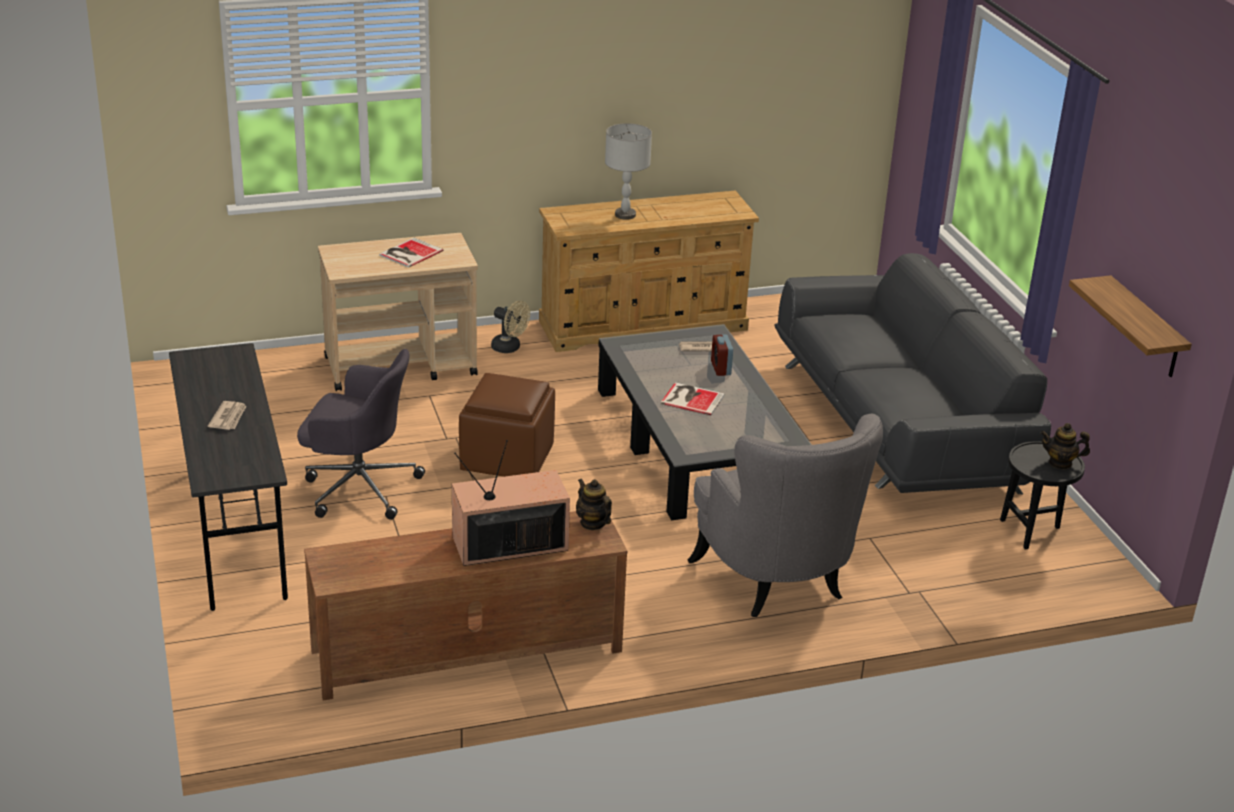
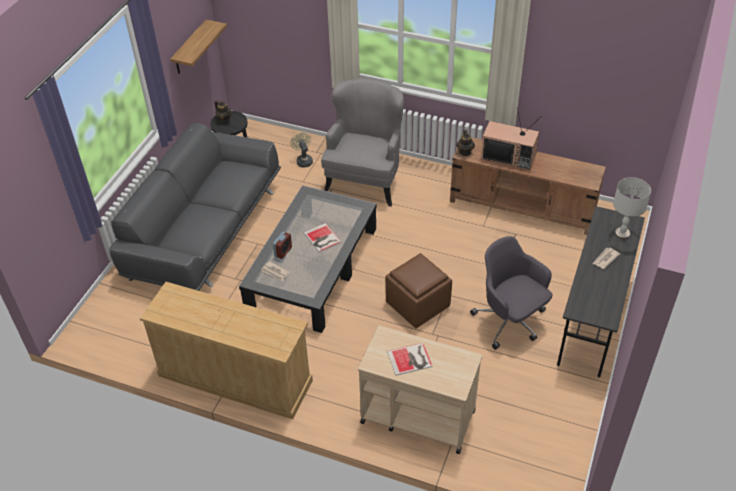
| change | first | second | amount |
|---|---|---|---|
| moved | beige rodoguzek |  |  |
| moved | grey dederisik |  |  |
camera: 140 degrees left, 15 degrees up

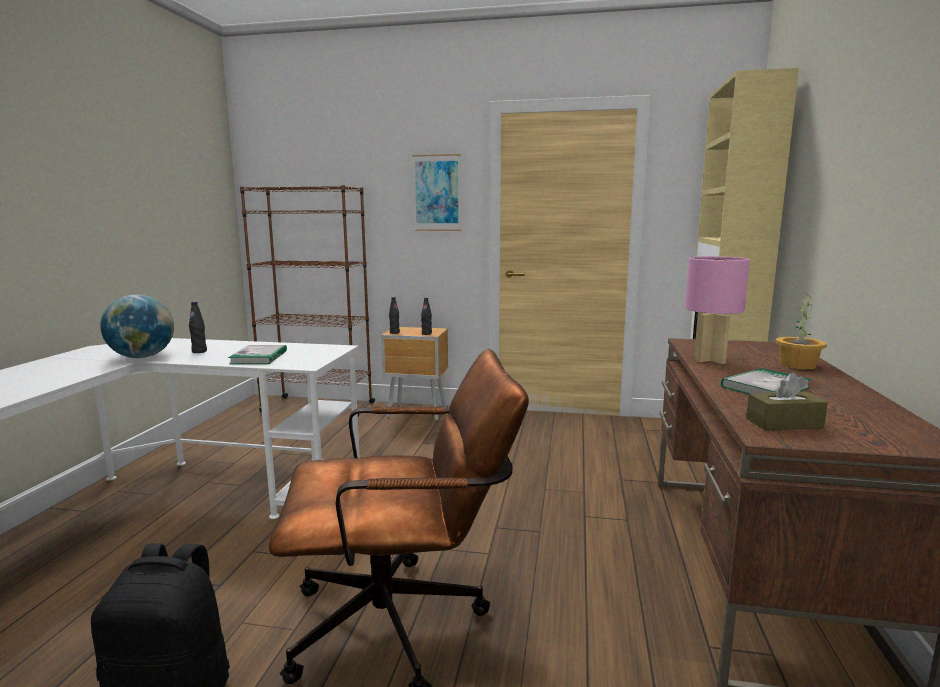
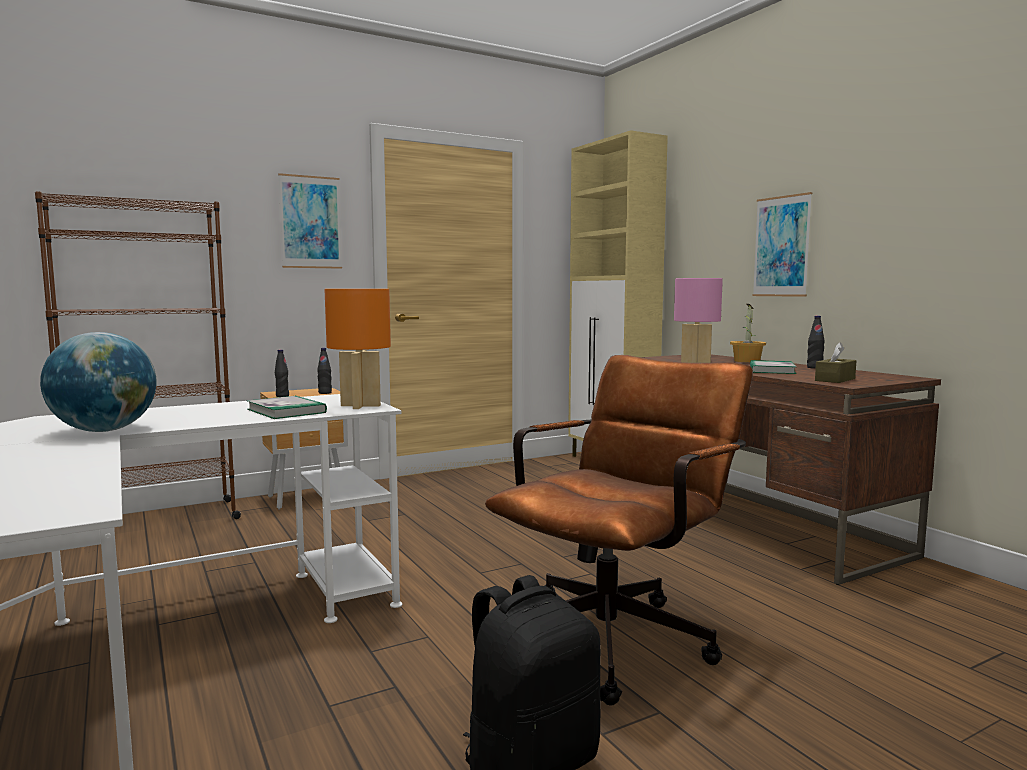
| change | first | second | amount |
|---|---|---|---|
| added |  | orange dederisik |  |
| added |  | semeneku (2nd from left) |  |
| moved | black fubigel (1st from left in the first image) | black fubigel (3rd from left) |  |
camera: 40 degrees left, 5 degrees down

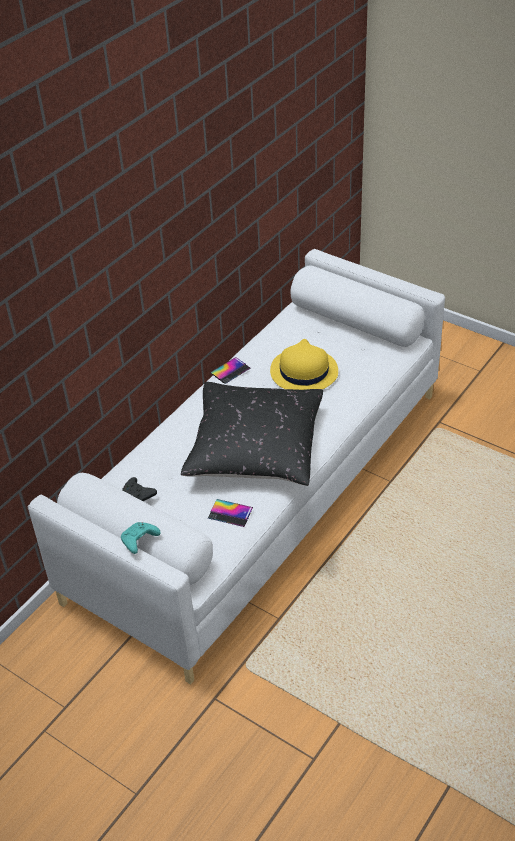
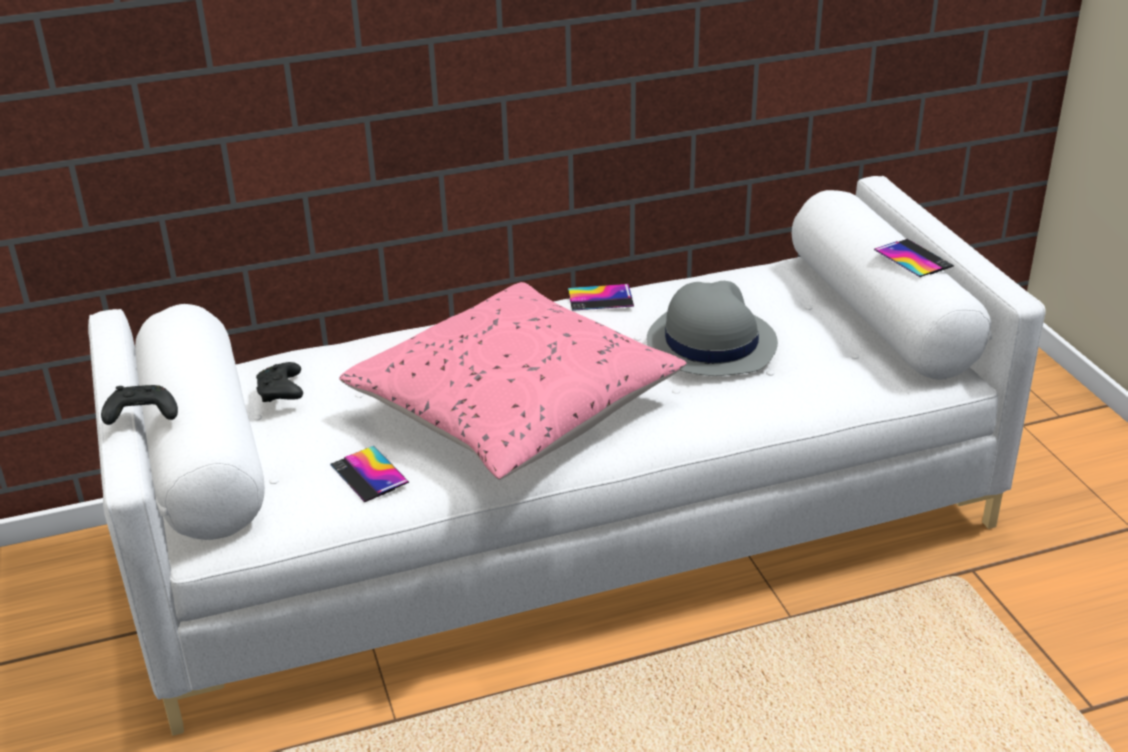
| change | first | second | amount |
|---|---|---|---|
| added |  | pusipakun (3rd from left) |  |
| recoloured | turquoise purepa | black purepa (1st from left) |  |
| recoloured | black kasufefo | pink kasufefo |  |
| recoloured | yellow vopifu | grey vopifu |  |
camera: 35 degrees right, 10 degrees down

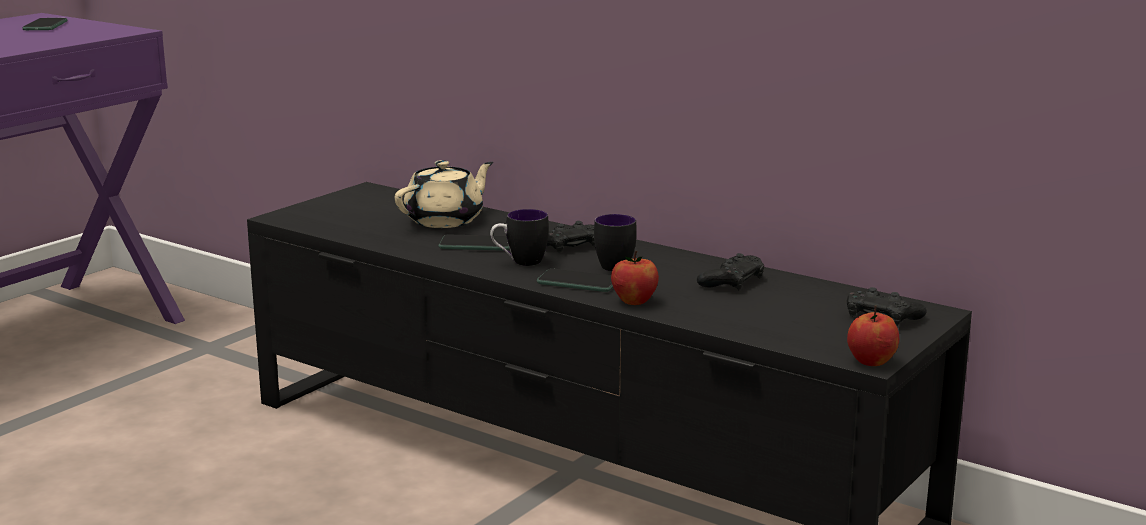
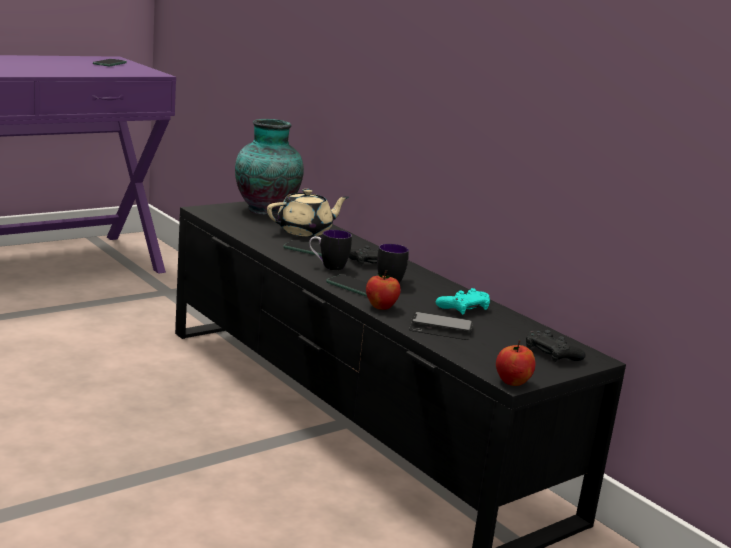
| change | first | second | amount |
|---|---|---|---|
| added |  | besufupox |  |
| added |  | pusipakun (4th from left) |  |
| recoloured | black purepa (2nd from left) | turquoise purepa |  |
camera: 15 degrees right, 0 degrees up

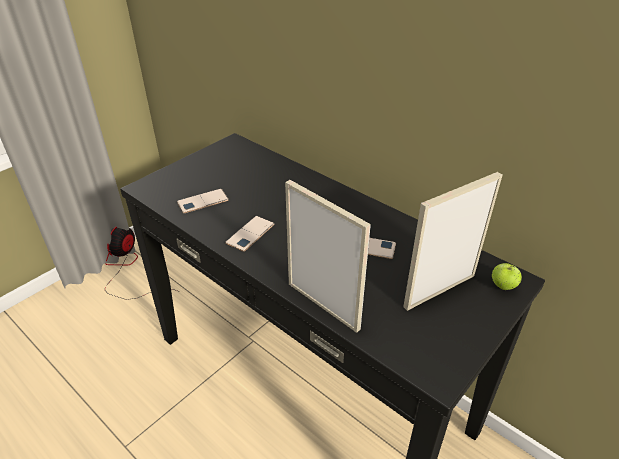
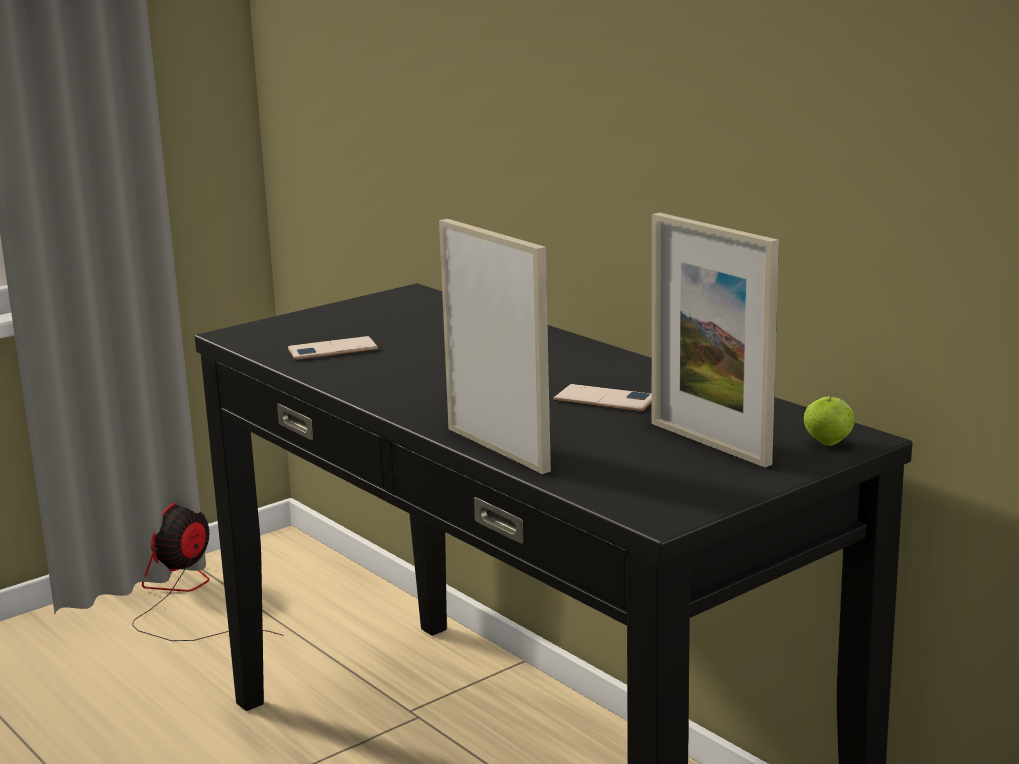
| change | first | second | amount |
|---|---|---|---|
| removed | pusipakun (2nd from left) |  |  |
| turned | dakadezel (2nd from left) |  | 105 degrees counterclockwise |
camera: 10 degrees right, 20 degrees down

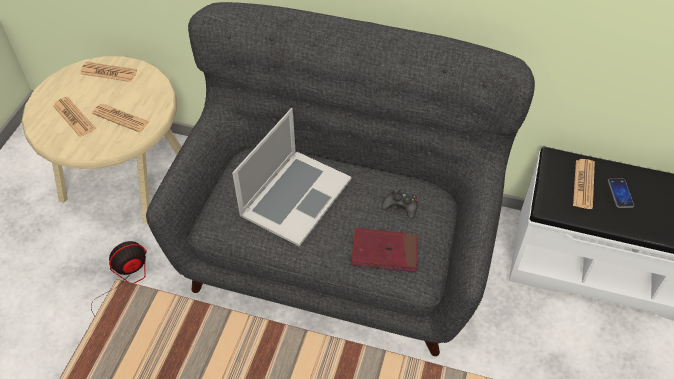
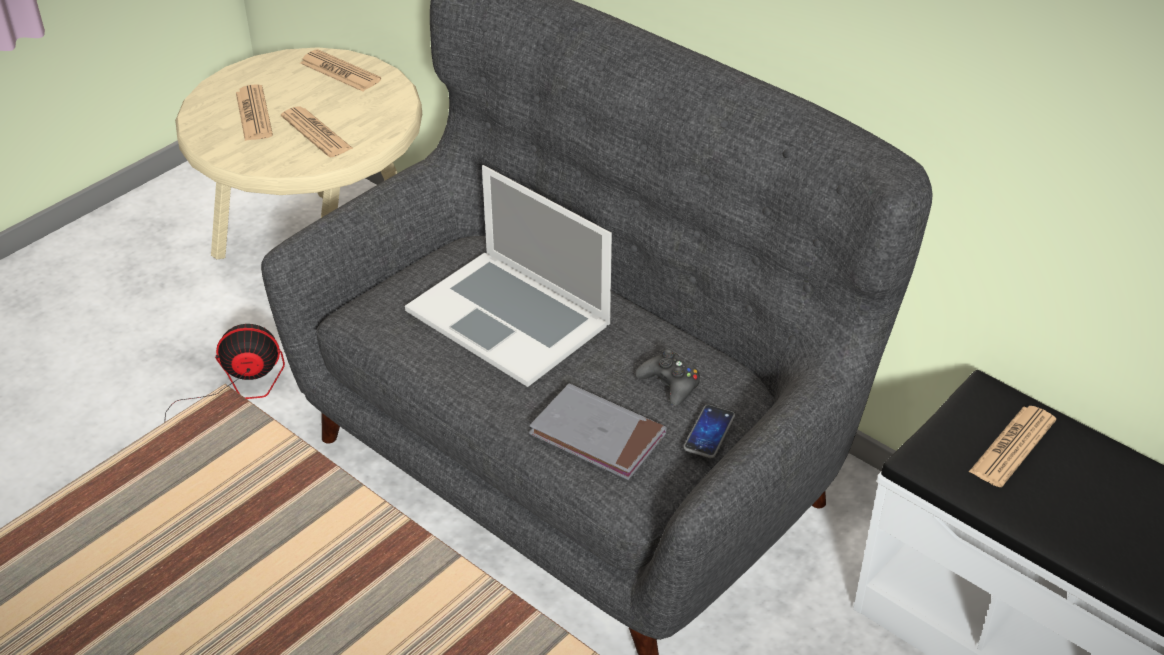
| change | first | second | amount |
|---|---|---|---|
| moved | pusipakun |  |  |
| recoloured | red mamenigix | grey mamenigix |  |
| turned | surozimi |  | 75 degrees clockwise |
camera: 25 degrees right, 10 degrees down

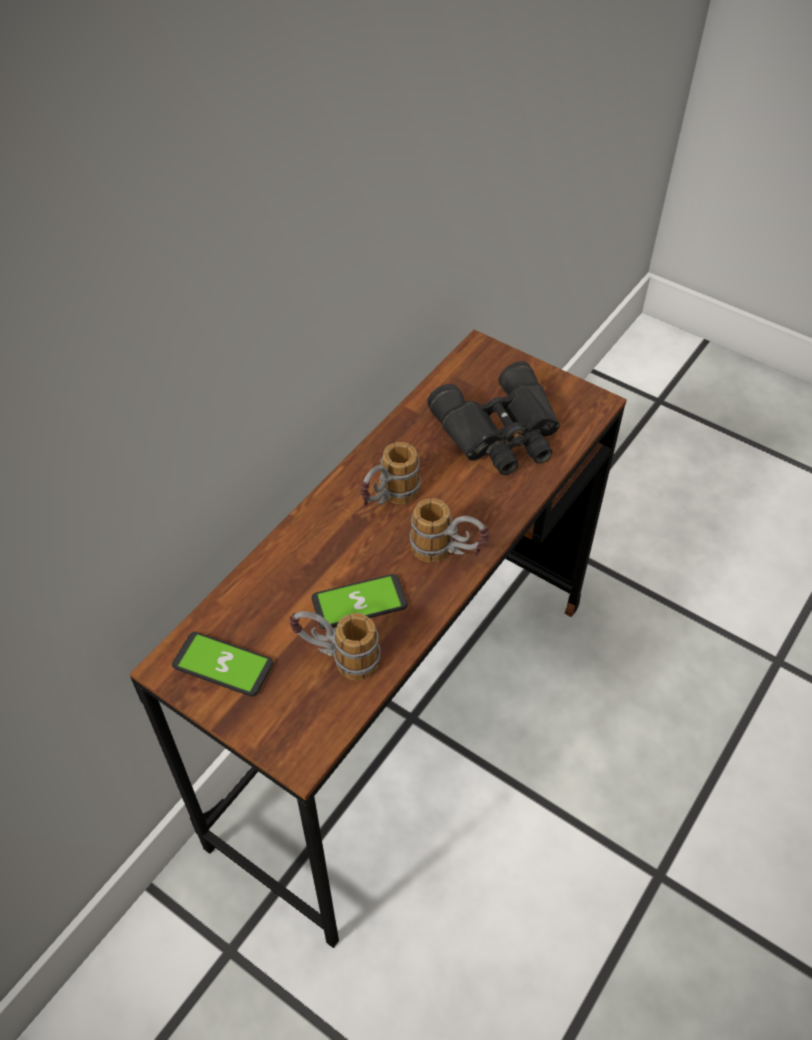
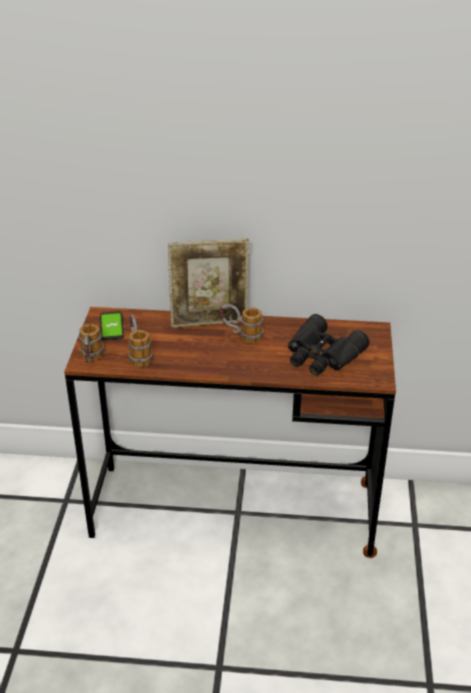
| change | first | second | amount |
|---|---|---|---|
| removed | pusipakun (2nd from left) |  |  |
| added |  | dakadezel |  |
| moved | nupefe (3rd from left in the first image) | nupefe (1st from left) |  |
camera: 60 degrees right, 15 degrees down

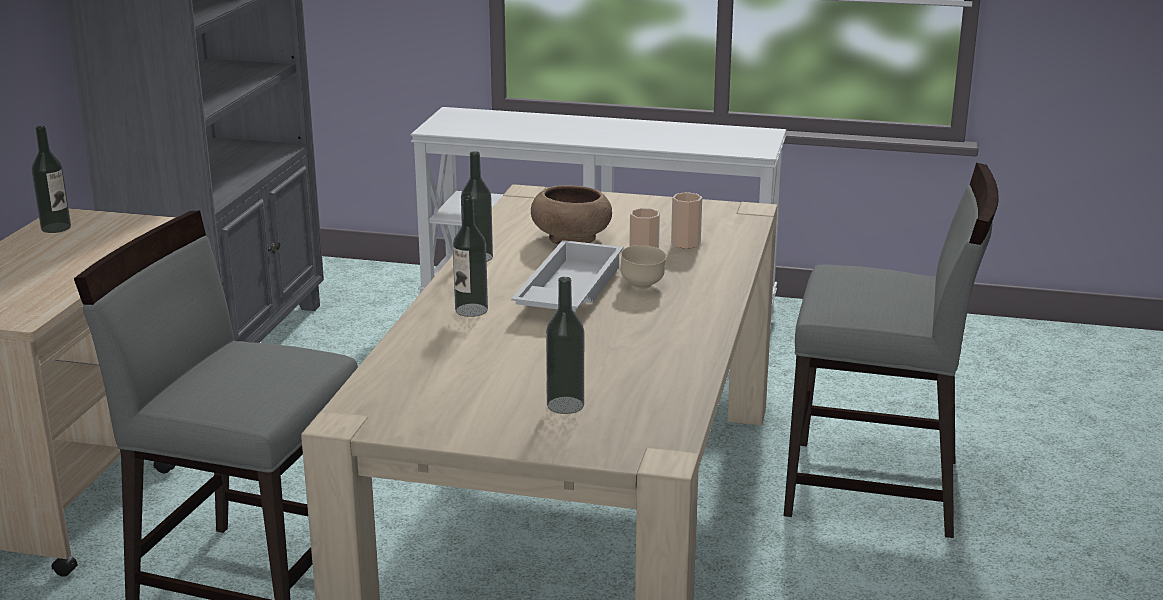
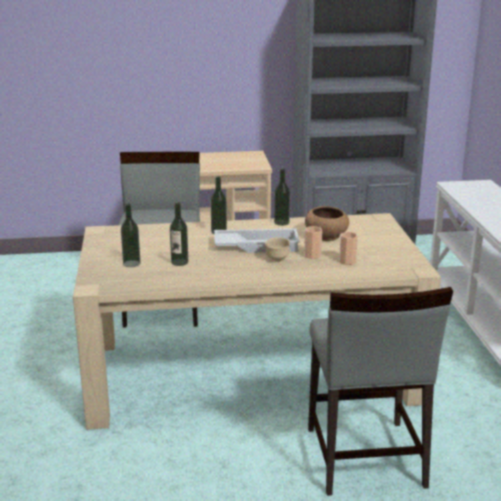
| change | first | second | amount |
|---|---|---|---|
| moved | fubigel (1st from left in the first image) | fubigel (2nd from left) |  |
camera: 70 degrees right, 0 degrees up

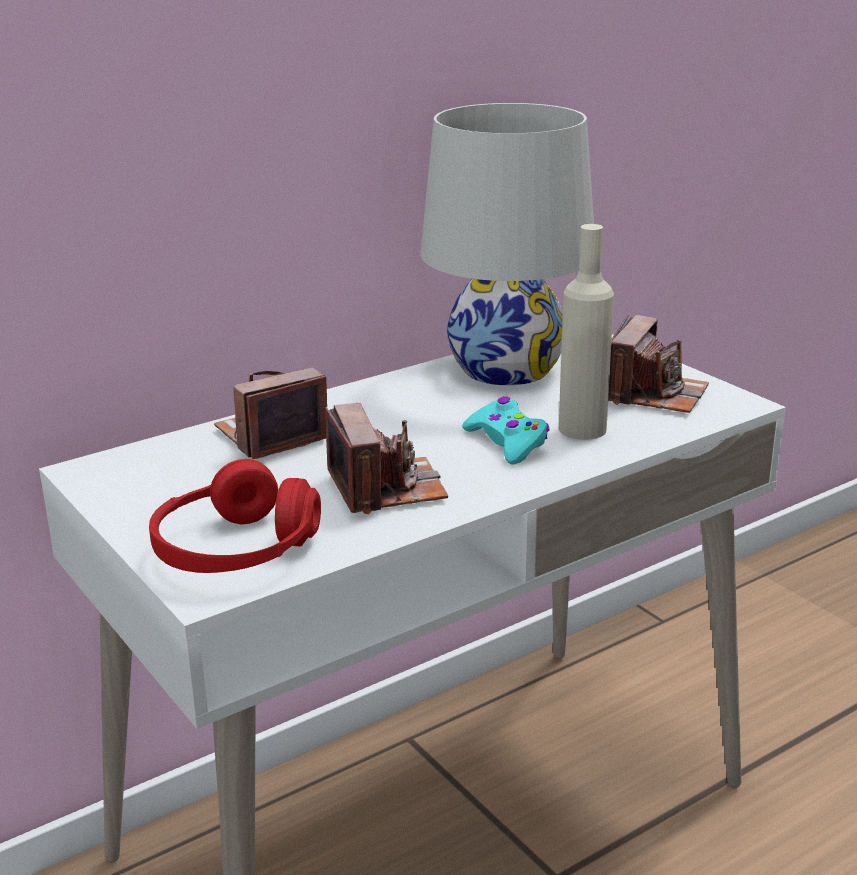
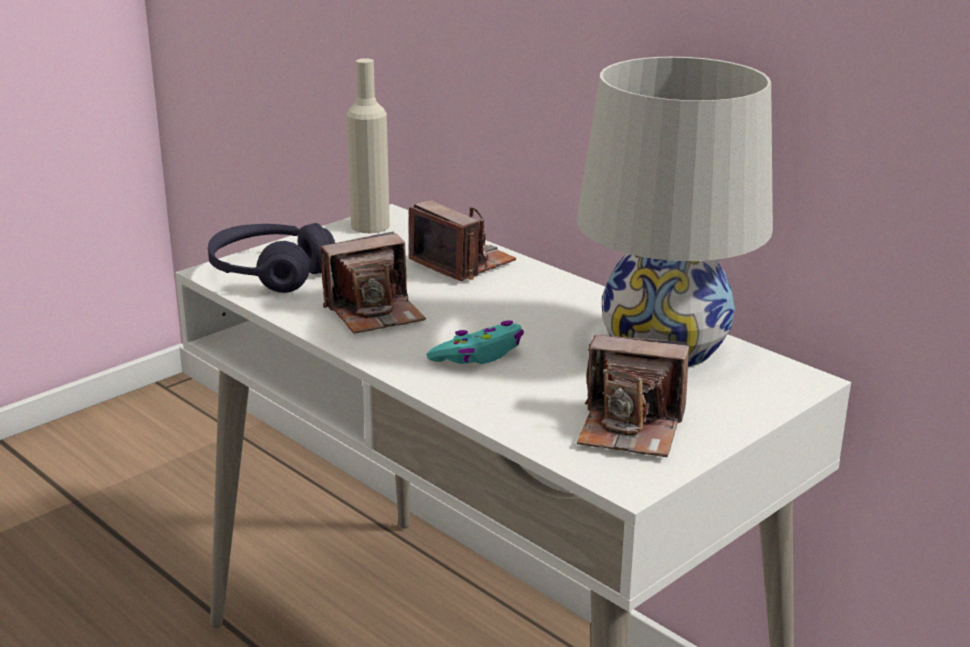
| change | first | second | amount |
|---|---|---|---|
| moved | beige fubigel |  |  |
| recoloured | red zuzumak | purple zuzumak |  |
camera: 80 degrees right, 0 degrees up

